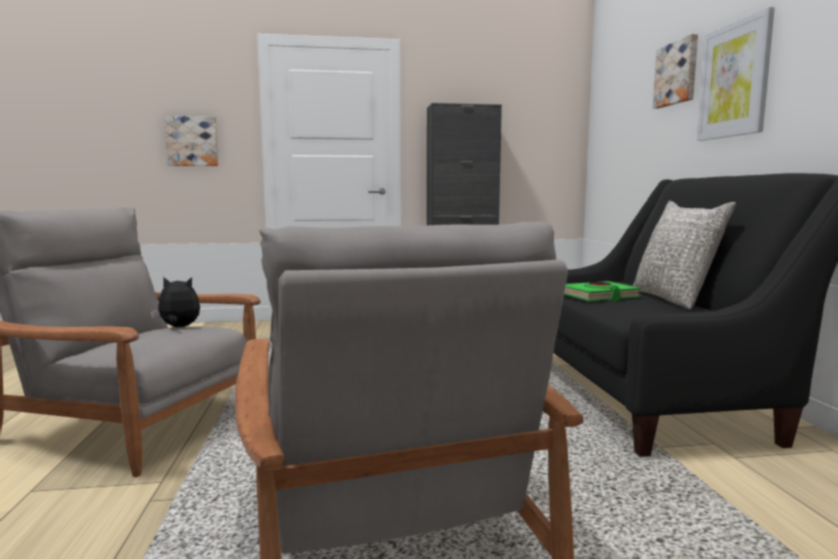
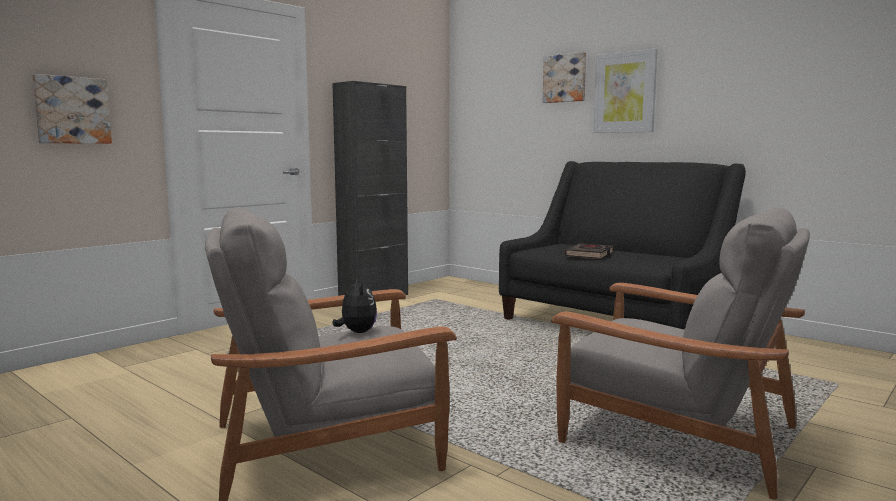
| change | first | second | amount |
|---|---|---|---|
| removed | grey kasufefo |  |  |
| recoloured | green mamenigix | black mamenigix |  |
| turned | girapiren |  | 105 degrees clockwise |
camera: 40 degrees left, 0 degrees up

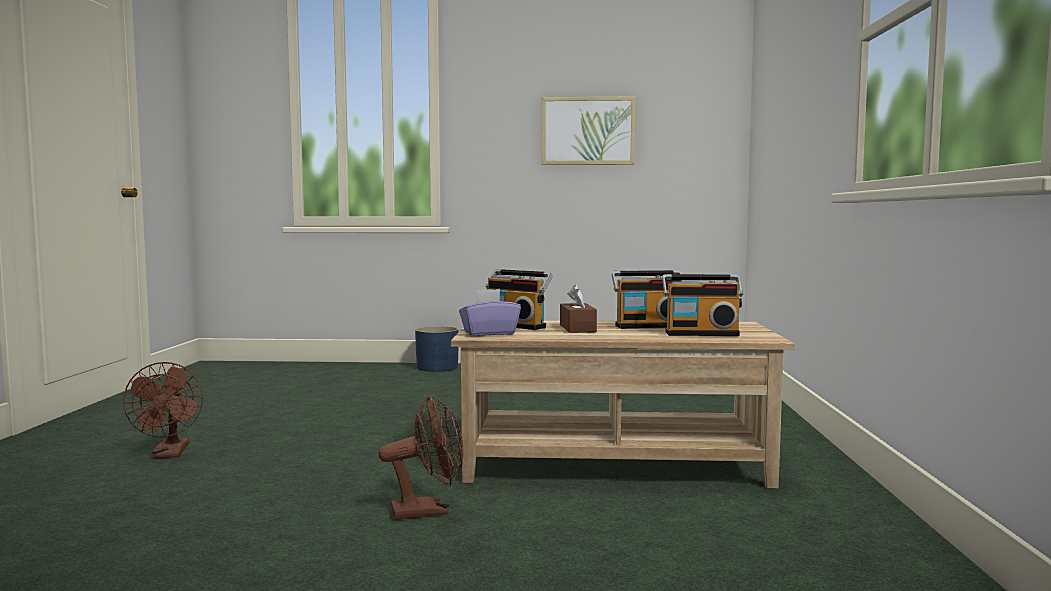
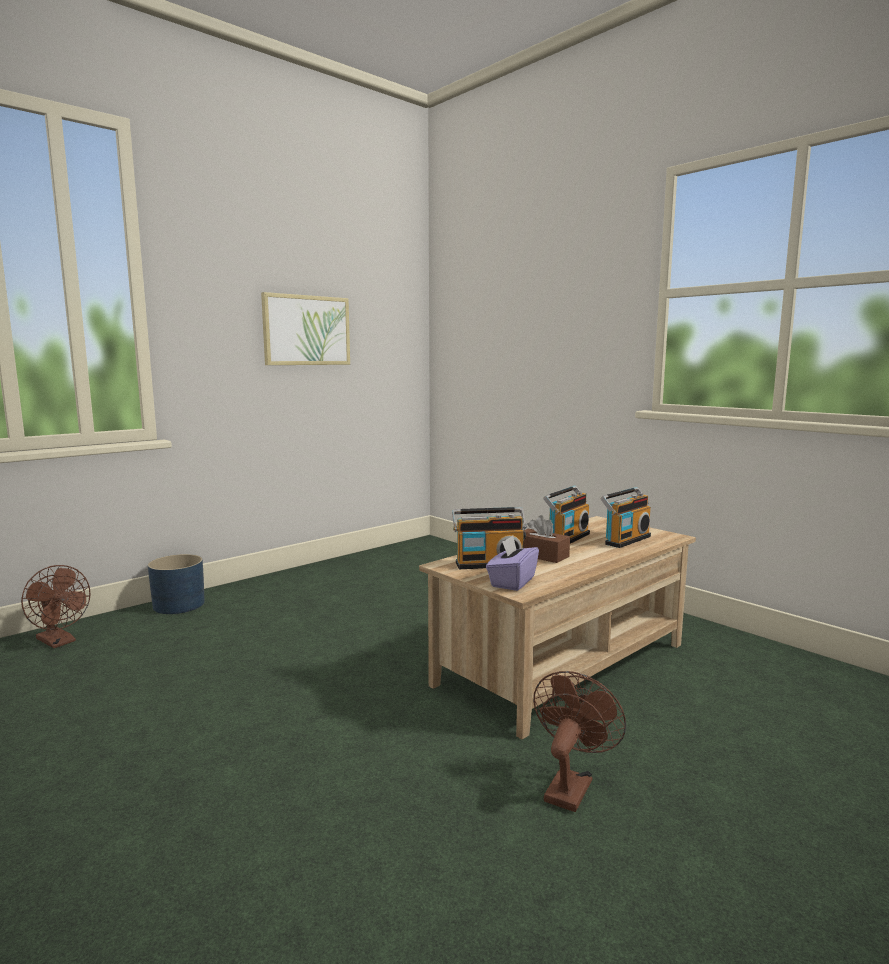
| change | first | second | amount |
|---|---|---|---|
| moved | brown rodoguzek (1st from left) |  |  |
camera: 45 degrees left, 5 degrees up

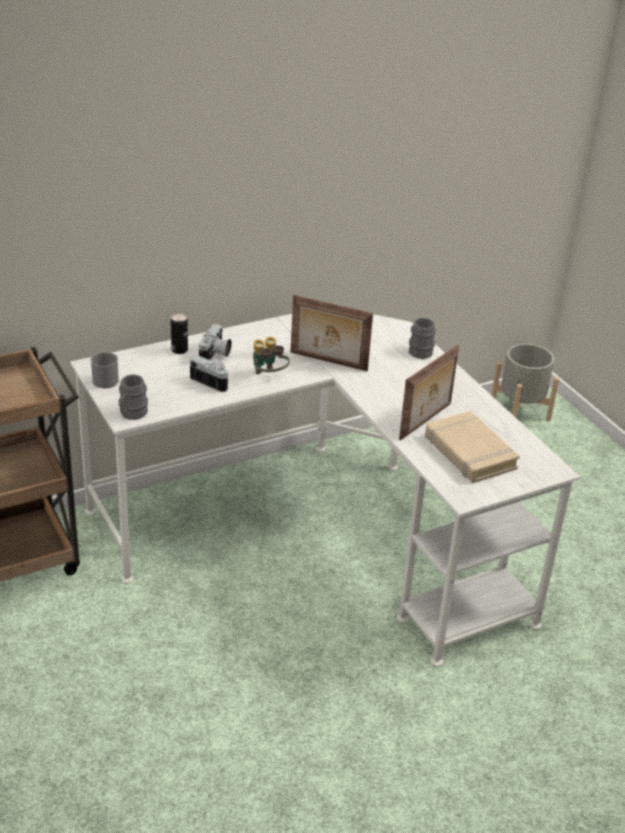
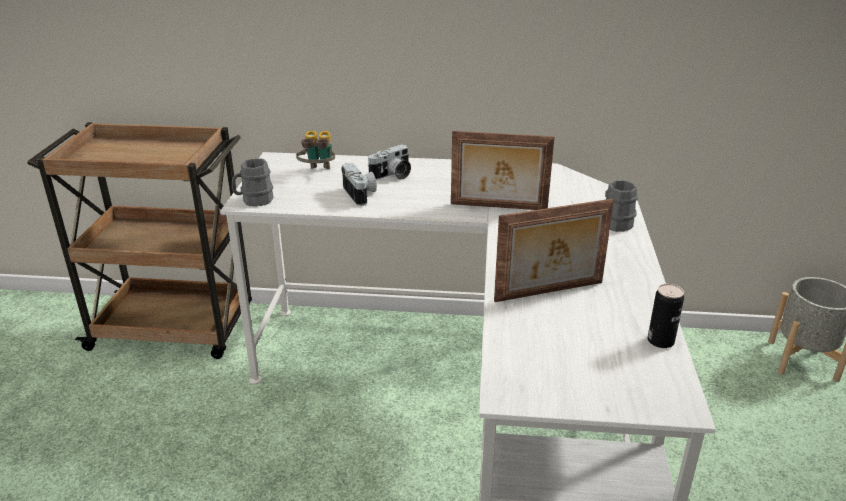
| change | first | second | amount |
|---|---|---|---|
| removed | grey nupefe (1st from left) |  |  |
| removed | beige mamenigix |  |  |
| moved | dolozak |  |  |
| moved | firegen |  |  |
| turned | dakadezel (1st from left) |  | 45 degrees counterclockwise |
camera: 35 degrees right, 5 degrees down

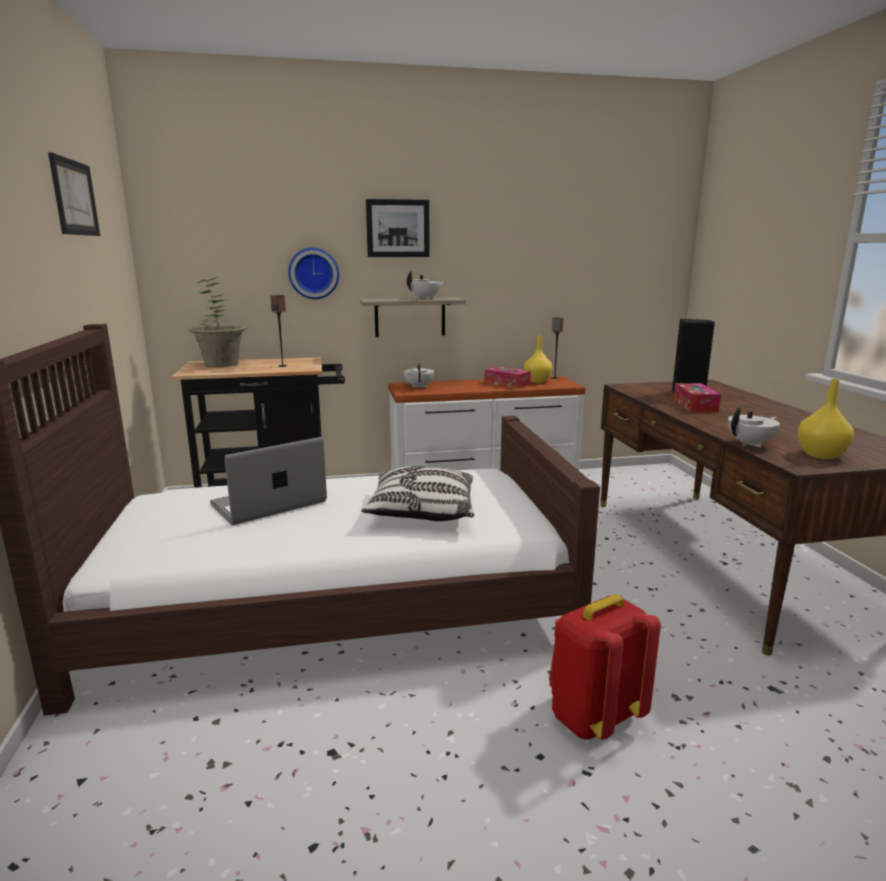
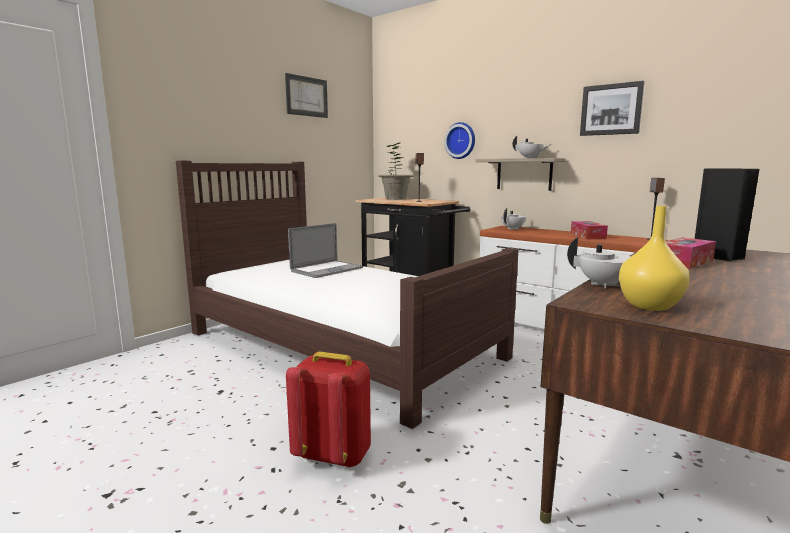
| change | first | second | amount |
|---|---|---|---|
| removed | kasufefo |  |  |
| removed | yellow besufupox (1st from left) |  |  |
| moved | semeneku (2nd from left) |  |  |
| turned | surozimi |  | 120 degrees clockwise |
camera: 50 degrees right, 5 degrees down

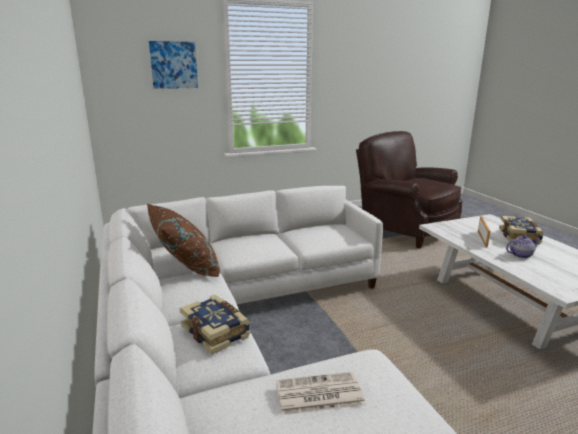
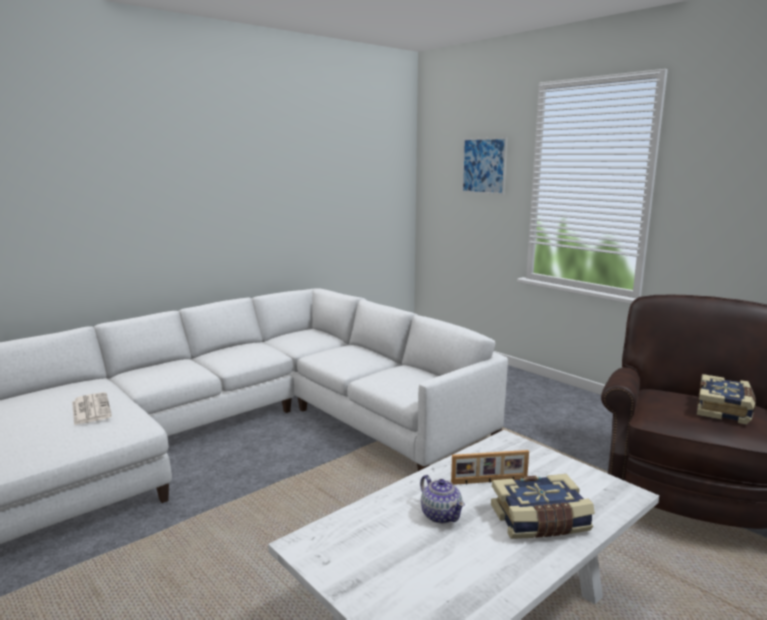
| change | first | second | amount |
|---|---|---|---|
| removed | brown kasufefo |  |  |
| moved | mamenigix (1st from left in the first image) | mamenigix (2nd from left) |  |
camera: 70 degrees right, 5 degrees down

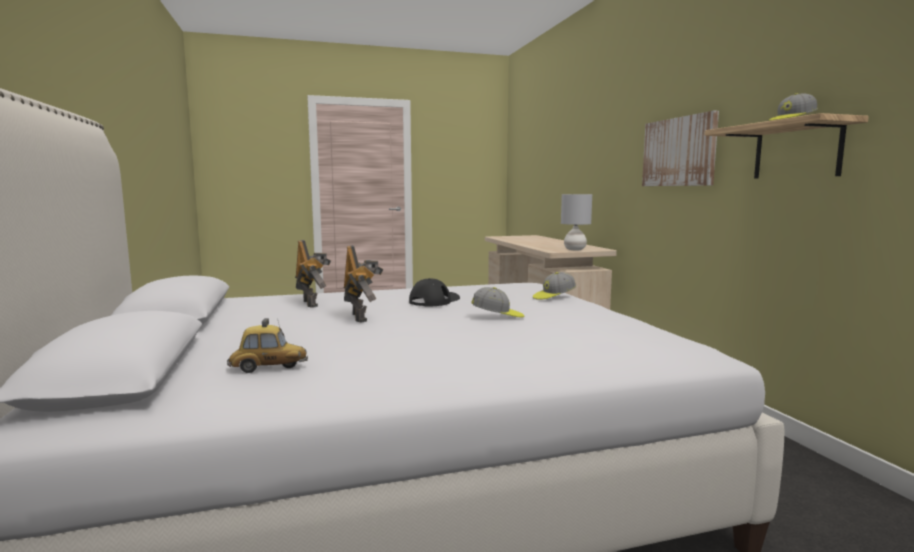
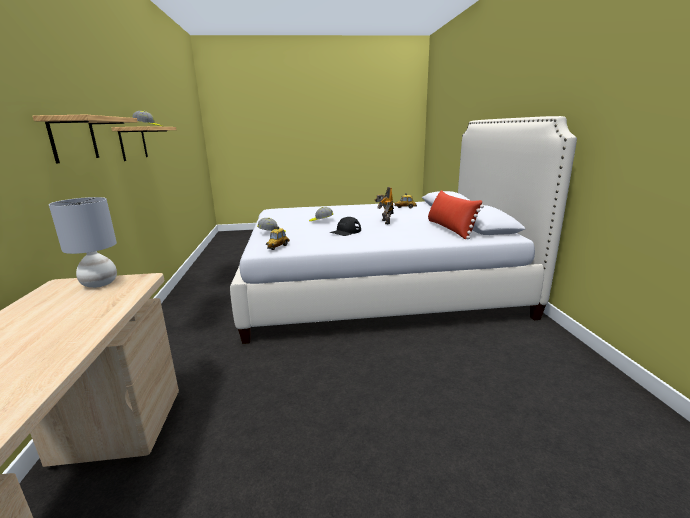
| change | first | second | amount |
|---|---|---|---|
| removed | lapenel (1st from left) |  |  |
| added |  | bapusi (1st from left) |  |
| added |  | red kasufefo |  |
| replaced | semeneku | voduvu (1st from left) |  |
camera: 170 degrees left, 10 degrees up

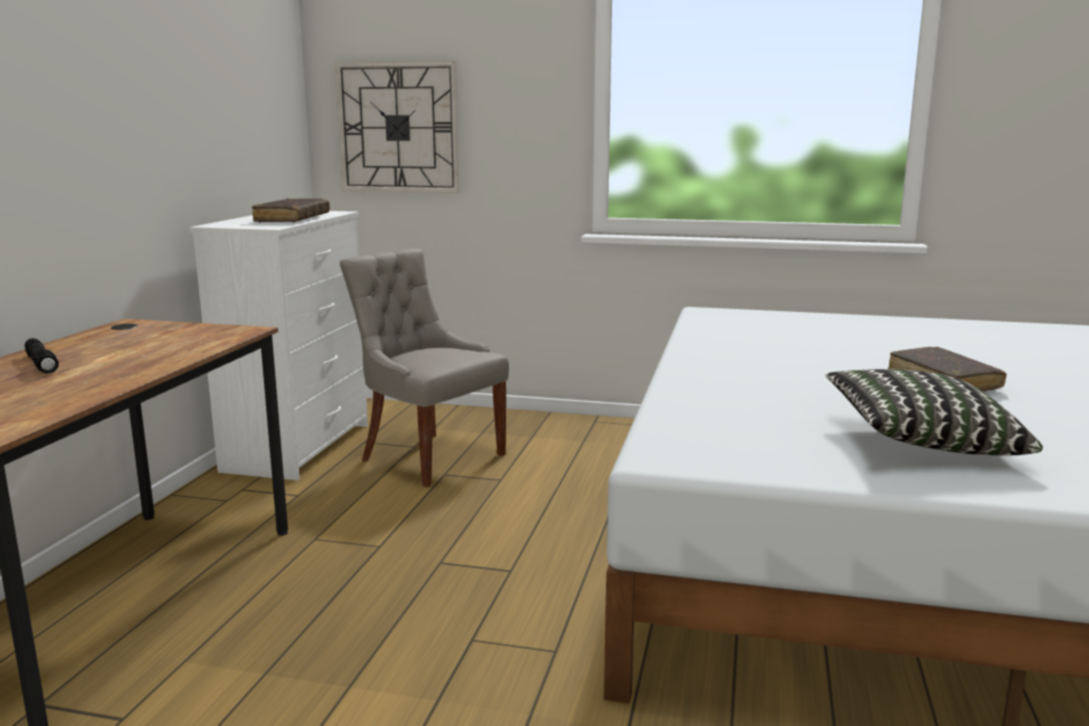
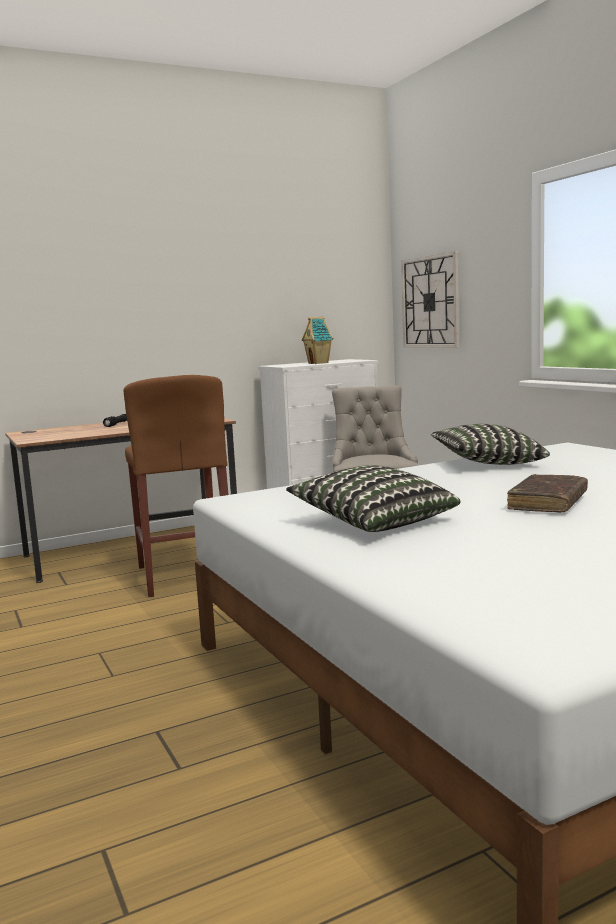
| change | first | second | amount |
|---|---|---|---|
| added |  | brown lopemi |  |
| added |  | kasufefo (2nd from left) |  |
| replaced | brown mamenigix (1st from left) | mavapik |  |
camera: 50 degrees right, 5 degrees down

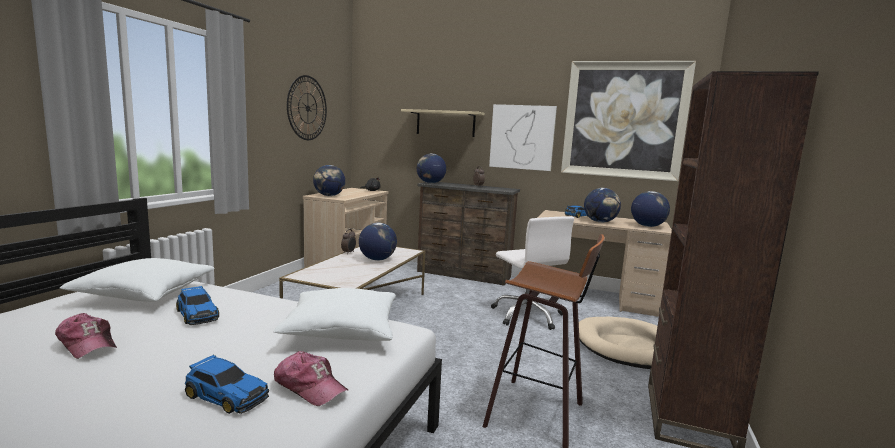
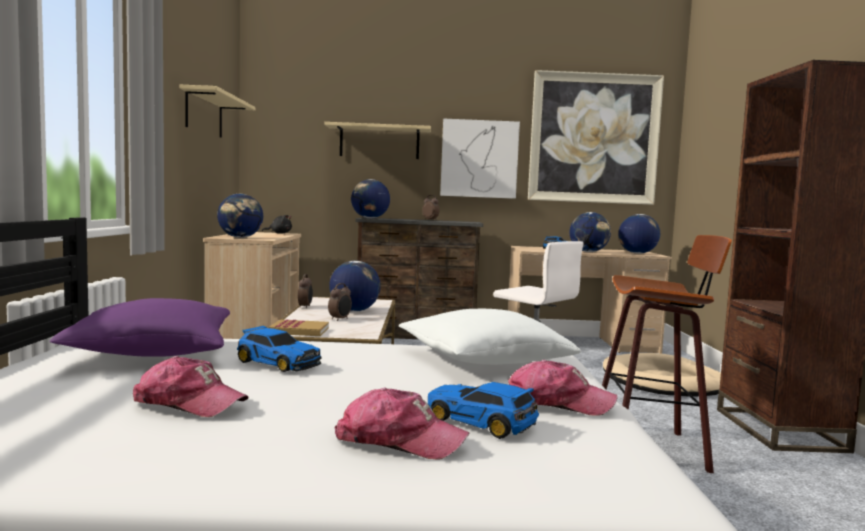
| change | first | second | amount |
|---|---|---|---|
| added |  | mamenigix |  |
| added |  | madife (2nd from left) |  |
| added |  | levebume (2nd from left) |  |
| replaced | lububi | beige voduvu (1st from left) |  |
| recoloured | white kasufefo (1st from left) | purple kasufefo |  |
| turned | bapusi (2nd from left) |  | 150 degrees counterclockwise |
camera: 20 degrees left, 5 degrees down

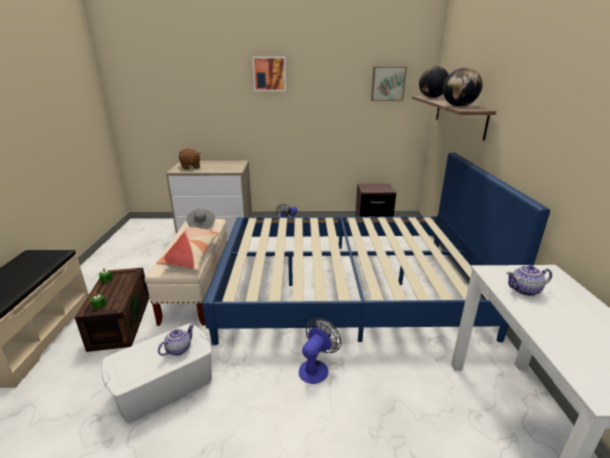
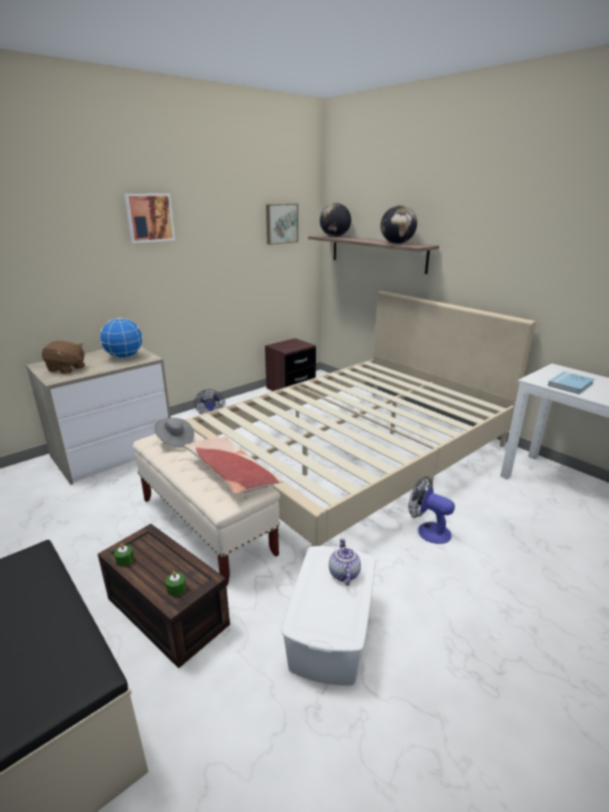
| change | first | second | amount |
|---|---|---|---|
| added |  | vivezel (1st from left) |  |
| replaced | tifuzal (2nd from left) | blue mamenigix |  |
| recoloured | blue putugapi | beige putugapi |  |
| turned | rodoguzek (2nd from left) |  | 45 degrees counterclockwise |
camera: 40 degrees left, 0 degrees up

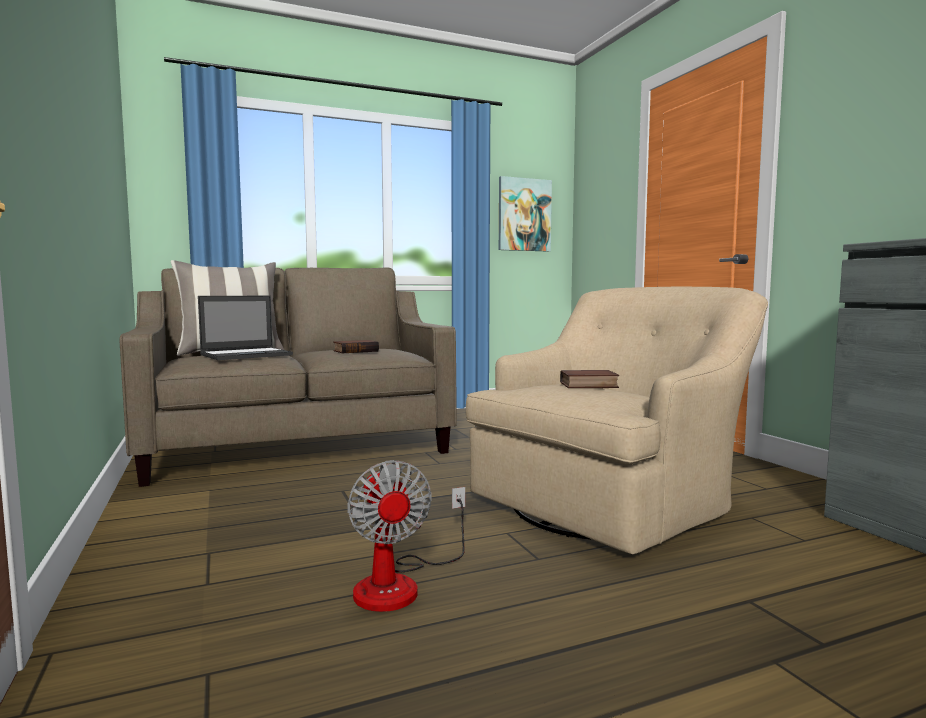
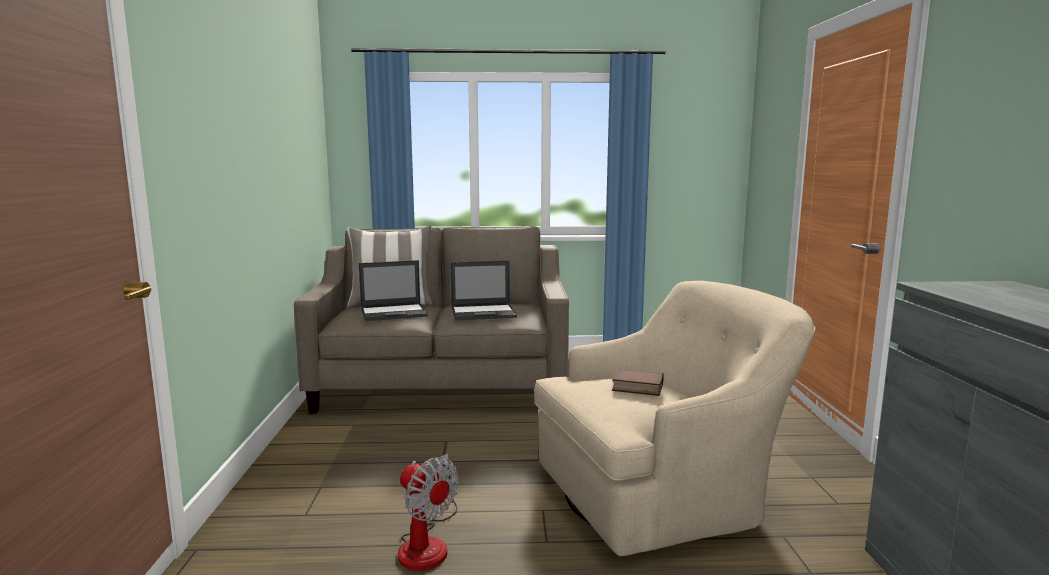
| change | first | second | amount |
|---|---|---|---|
| removed | semeneku |  |  |
| replaced | mamenigix (1st from left) | surozimi (2nd from left) |  |
| turned | rodoguzek |  | 45 degrees counterclockwise |
camera: 20 degrees right, 5 degrees up

